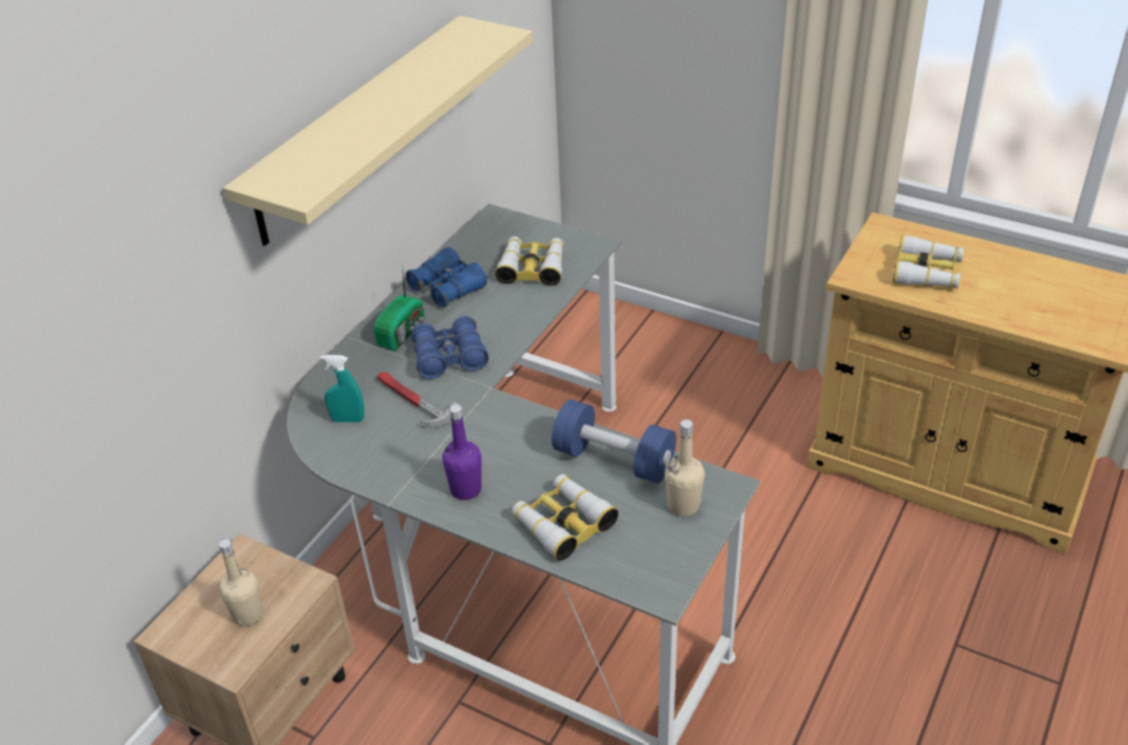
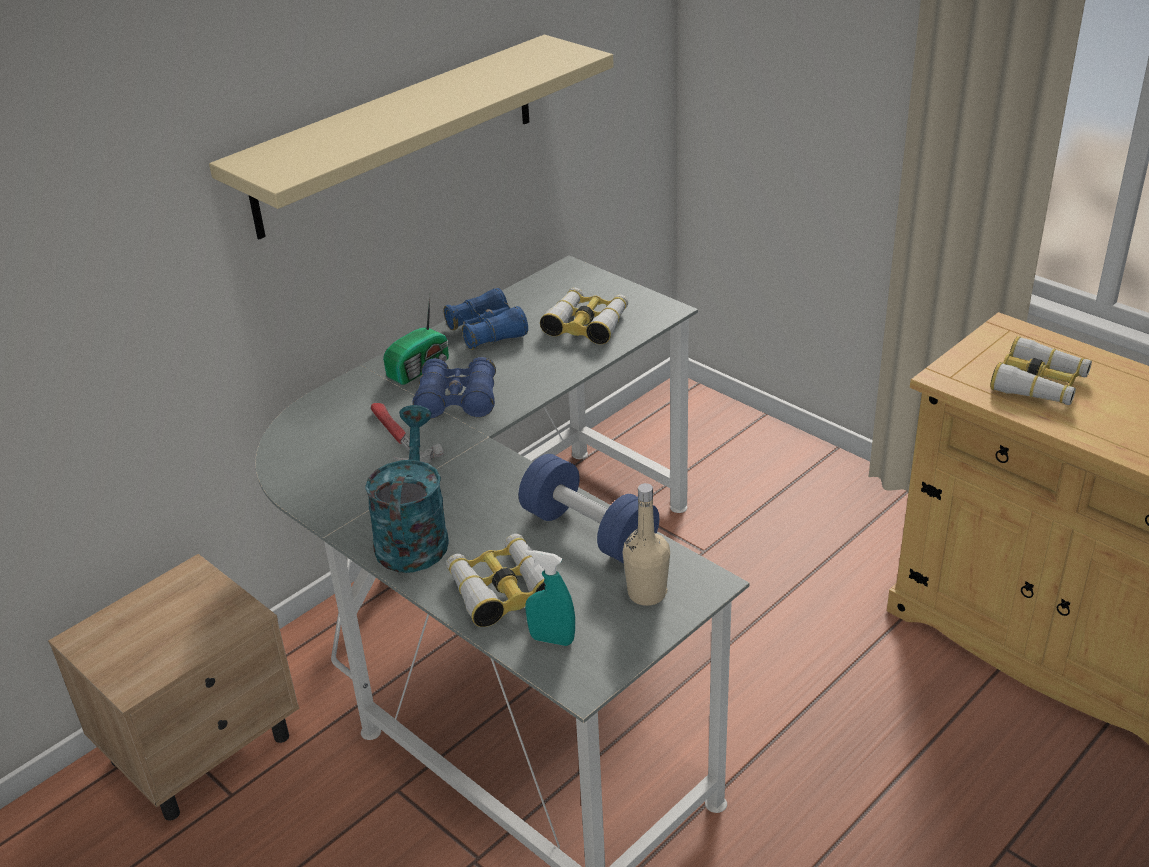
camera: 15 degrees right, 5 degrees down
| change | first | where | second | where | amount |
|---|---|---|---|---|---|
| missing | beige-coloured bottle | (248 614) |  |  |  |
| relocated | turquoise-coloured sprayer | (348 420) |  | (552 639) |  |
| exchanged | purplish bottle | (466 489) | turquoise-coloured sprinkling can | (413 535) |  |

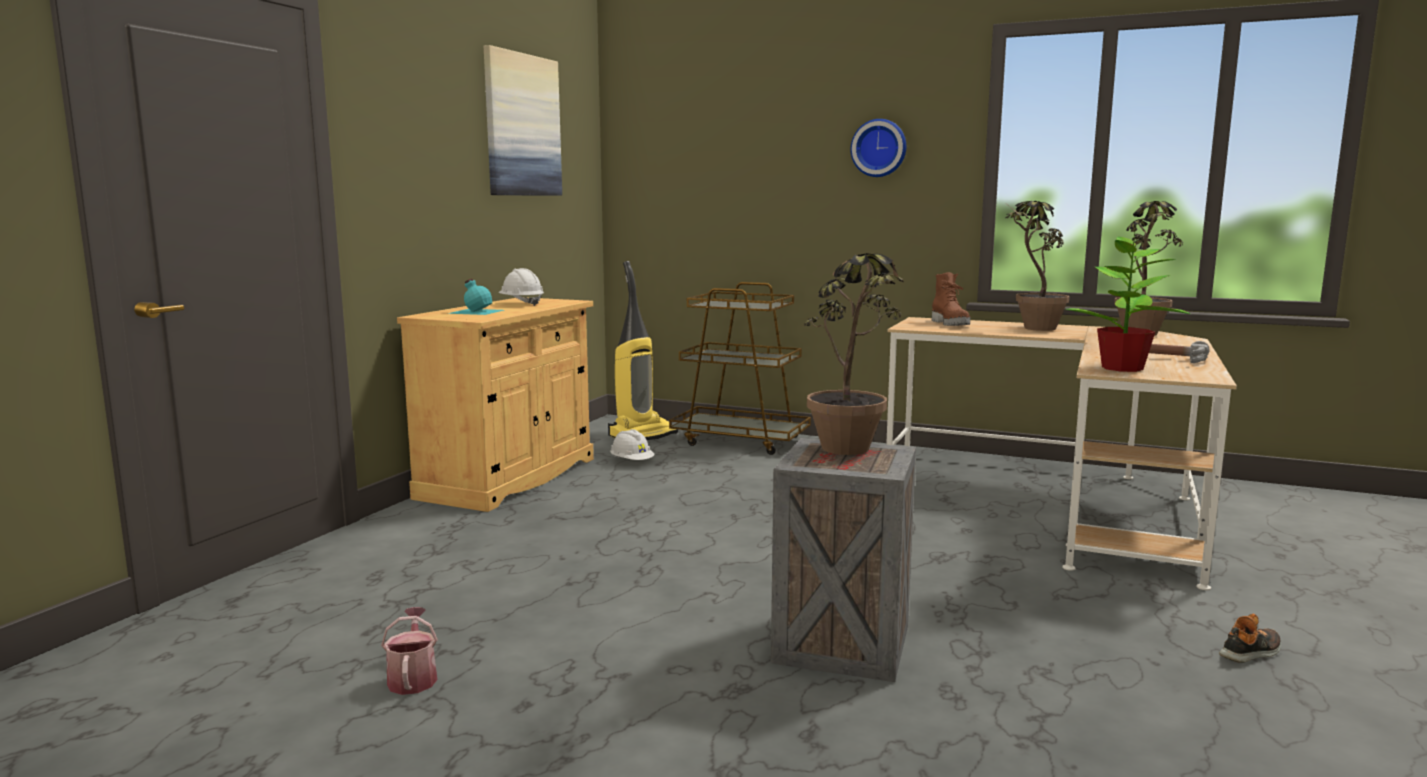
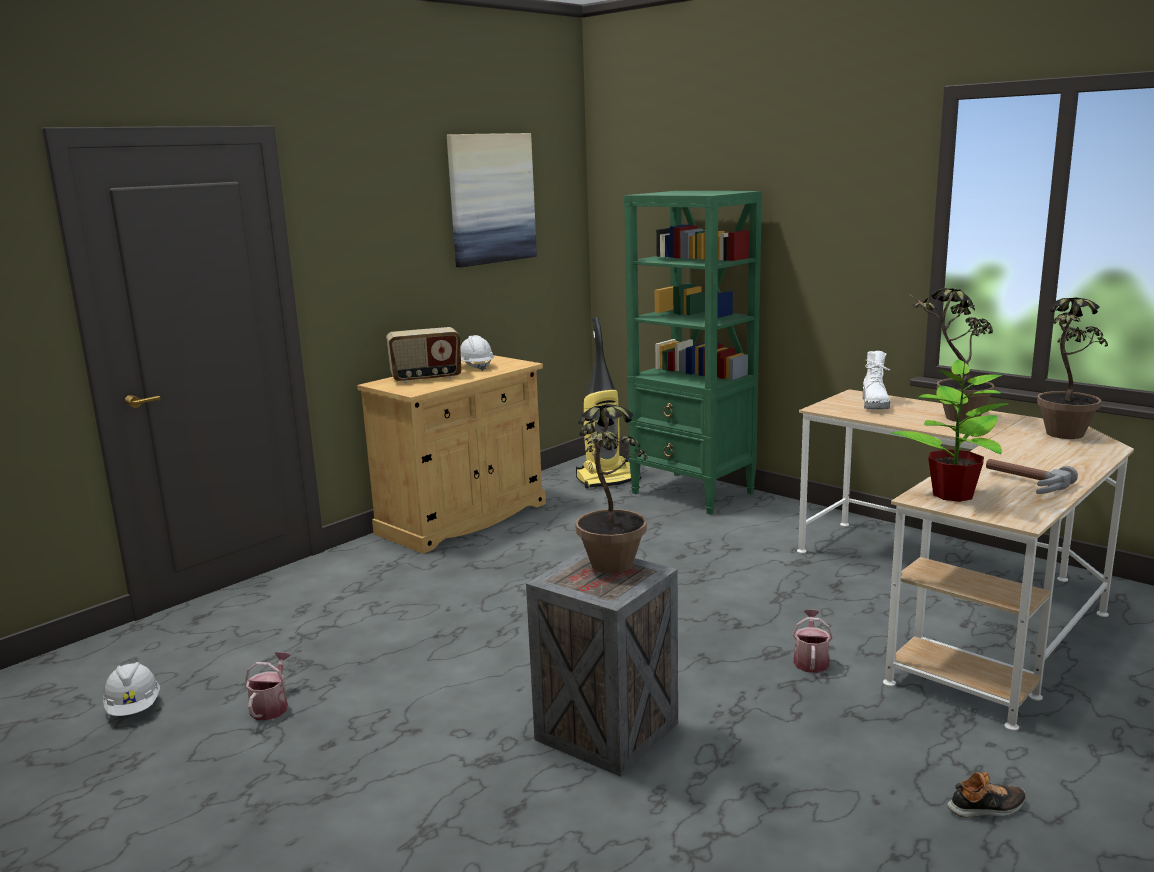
camera: 20 degrees right, 5 degrees up
| change | first | where | second | where | amount |
|---|---|---|---|---|---|
| exchanged | turquoise-coloured bottle | (476 311) | radio receiver | (426 378) |  |
| relocated | white safety helmet | (632 462) |  | (134 708) |  |
| exchanged | brownish wheeled cart | (741 441) | green-coloured shelving unit | (693 493) |  |
| missing | wall clock | (879 148) |  |  |  |
| colour | brownish tall boot | (951 324) | white tall boot | (875 405) |  |
| appeared |  |  | sprinkling can | (811 660) |  |

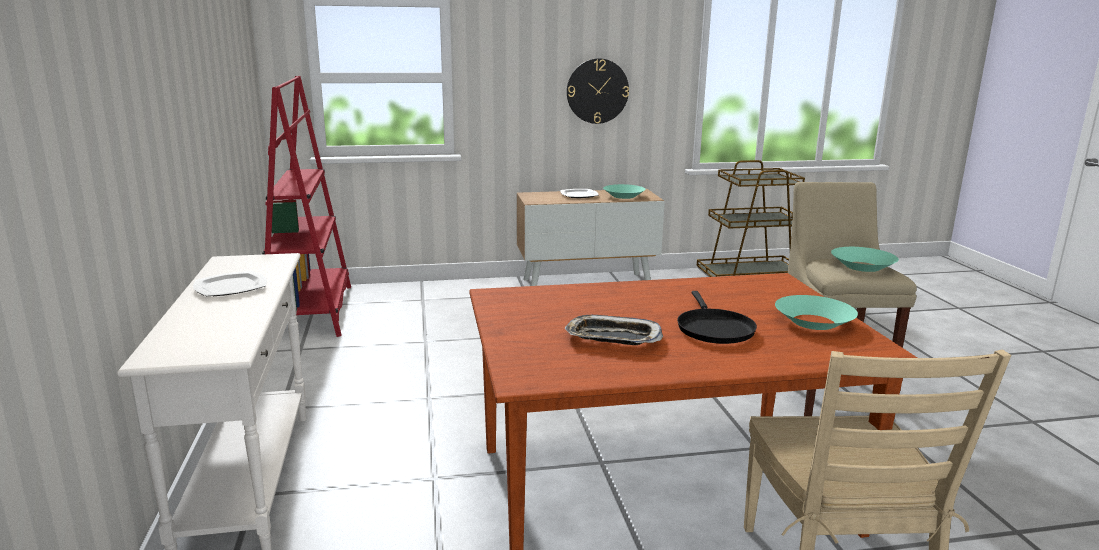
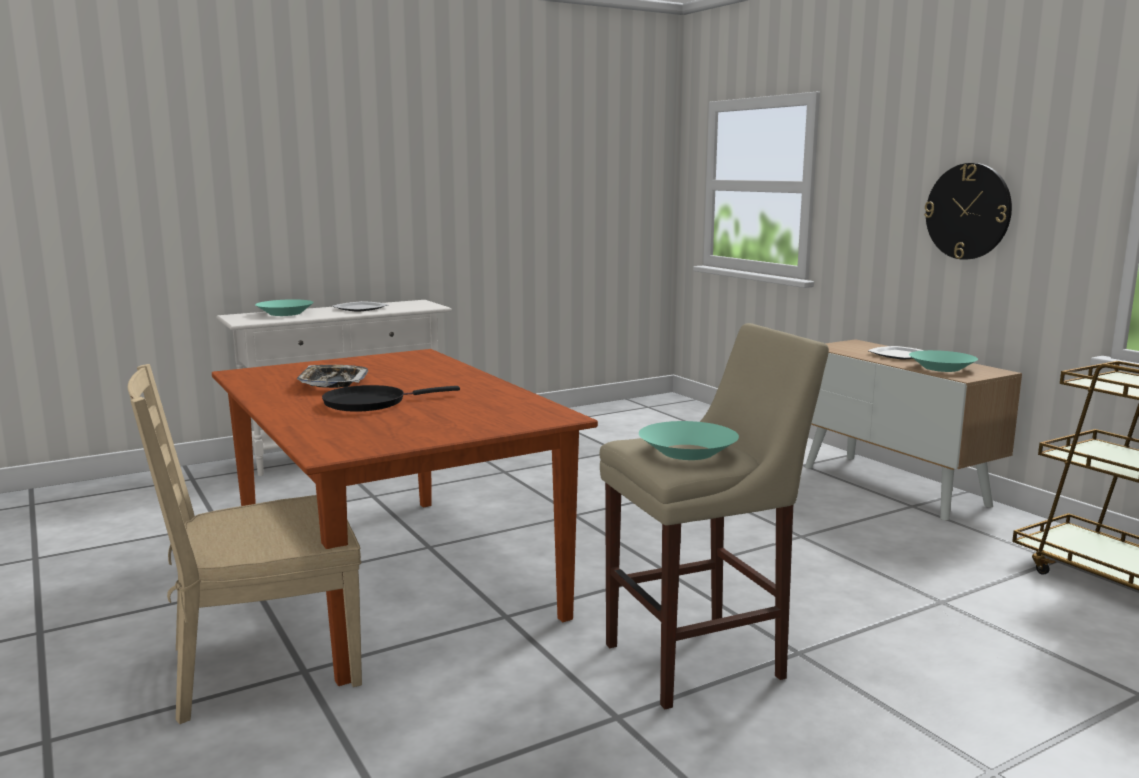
camera: 70 degrees right, 5 degrees down
| change | first | where | second | where | amount |
|---|---|---|---|---|---|
| missing | red-coloured shelving unit | (310 312) |  |  |  |
| relocated | turquoise-coloured serving bowl | (814 322) |  | (285 313) |  |

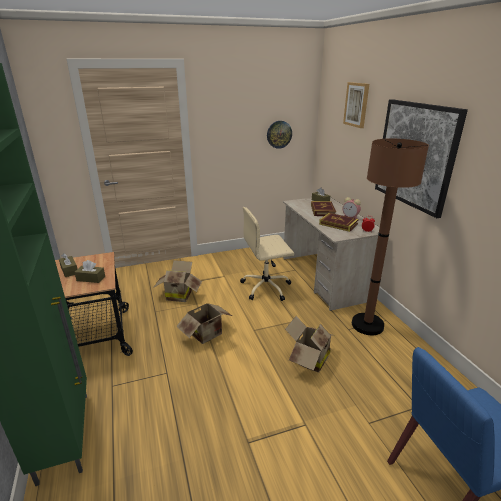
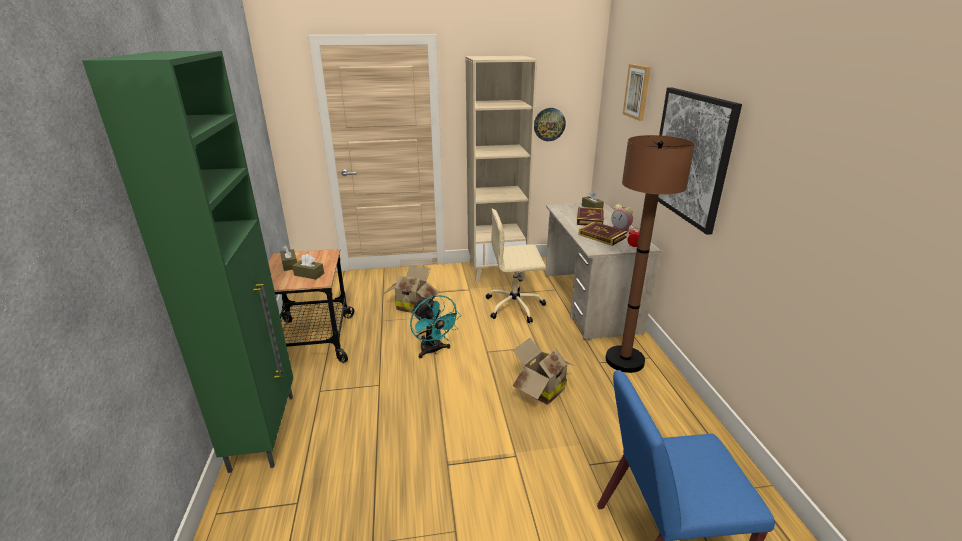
camera: 10 degrees right, 0 degrees up
| change | first | where | second | where | amount |
|---|---|---|---|---|---|
| exchanged | cardboard box | (208 335) | turquoise-coloured fan | (433 351) |  |
| appeared |  |  | beige-coloured shelving unit | (496 271) |  |

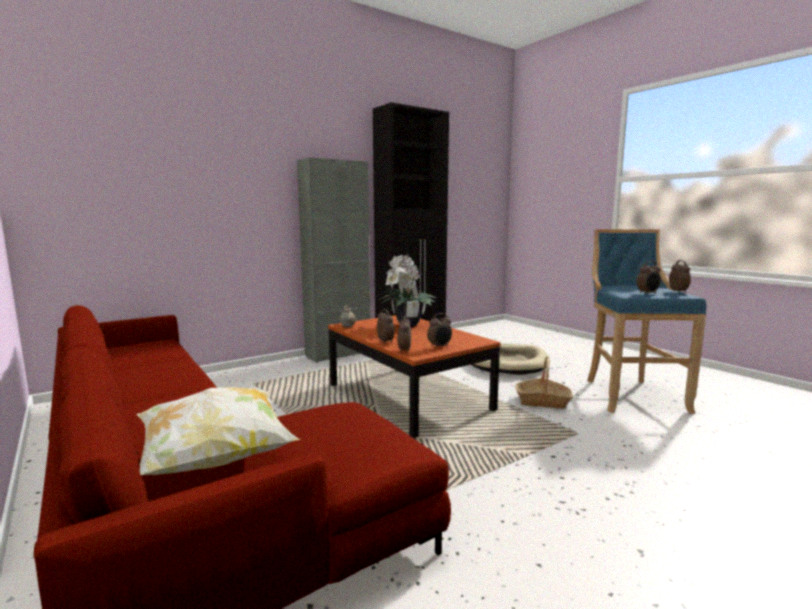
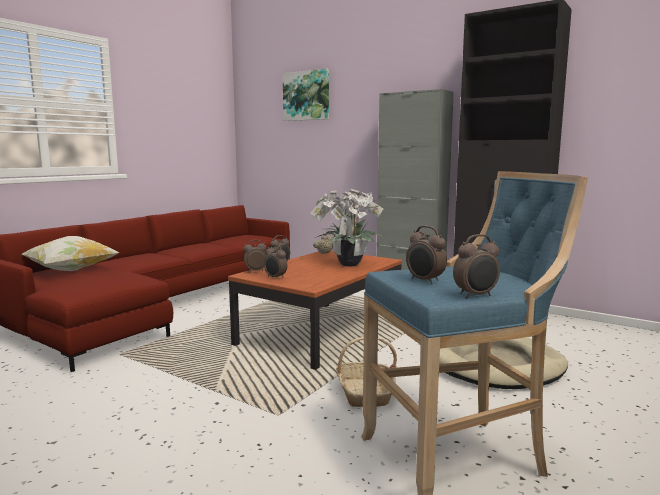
camera: 70 degrees right, 0 degrees up
| change | first | where | second | where | amount |
|---|---|---|---|---|---|
| appeared |  |  | wall art | (306 96) |  |

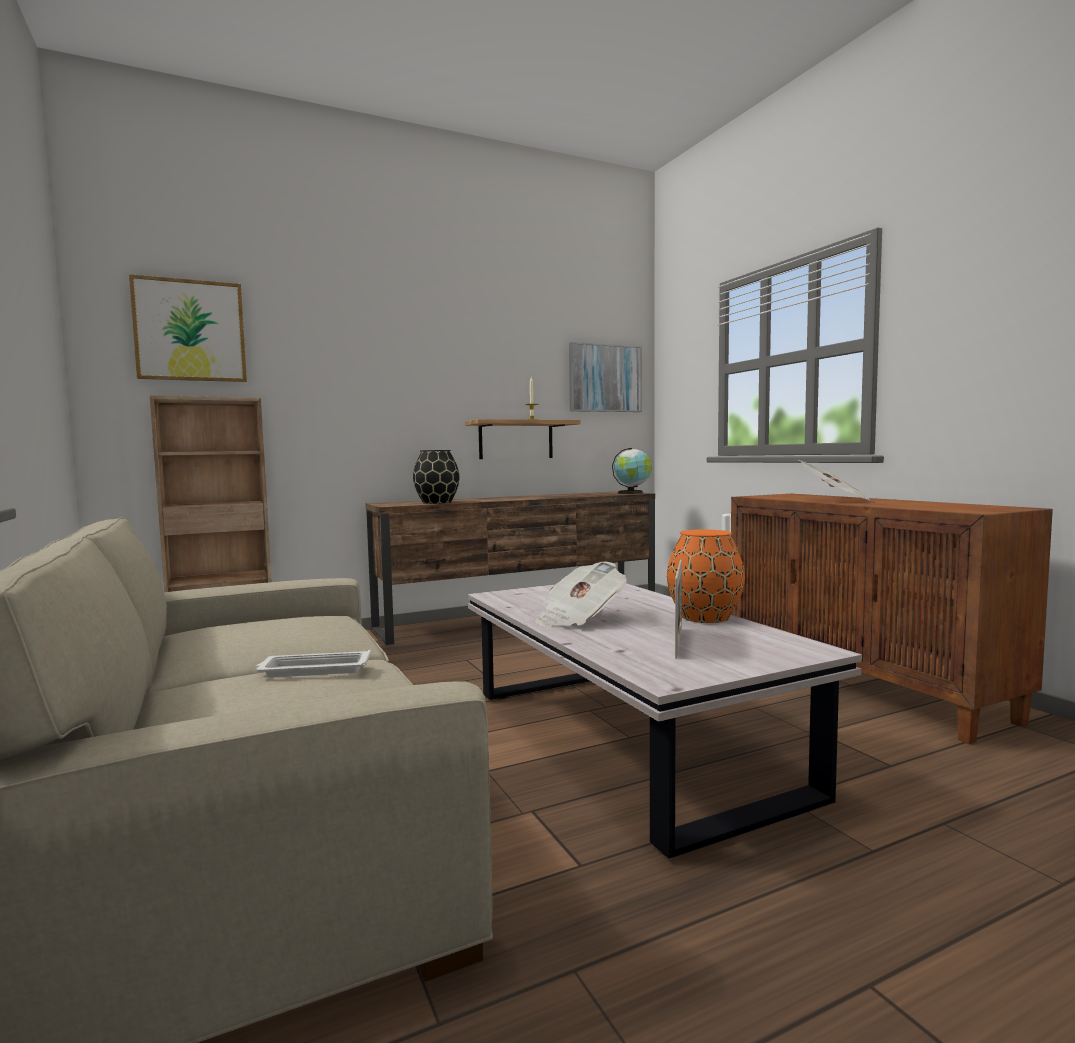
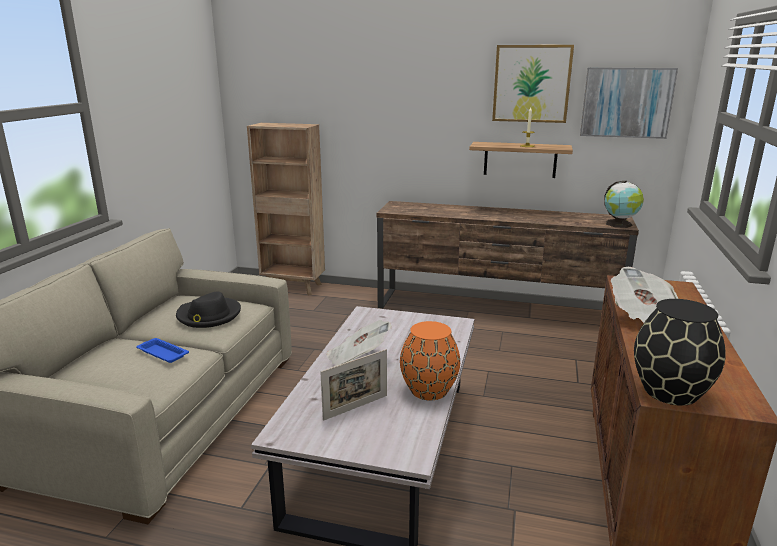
camera: 40 degrees right, 15 degrees up
| change | first | where | second | where | amount |
|---|---|---|---|---|---|
| relocated | wall art | (190 331) |  | (531 84) |  |
| colour | white serving tray | (313 670) | blue serving tray | (162 353) |  |
| relocated | black decorative vase | (436 502) |  | (669 391) |  |
| appeared |  |  | black wearable hat | (208 315) |  |

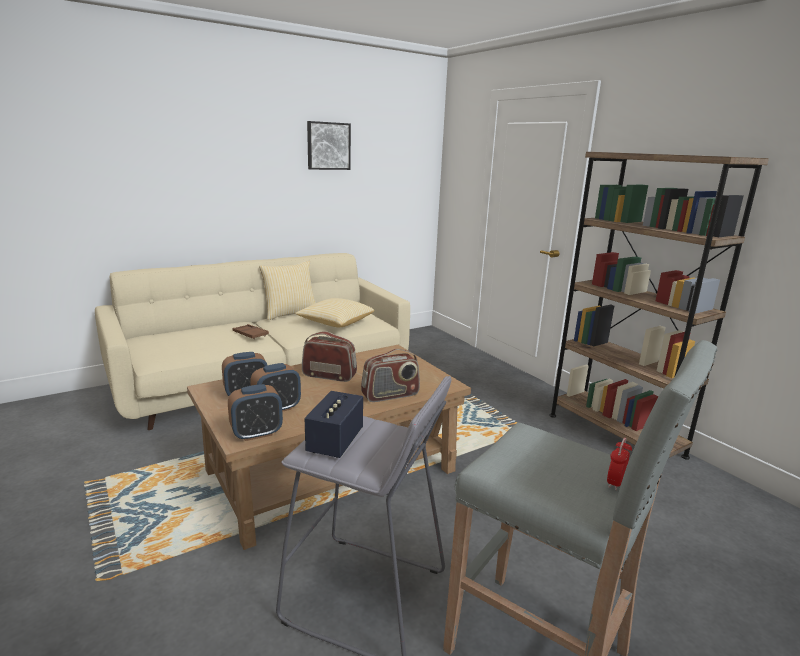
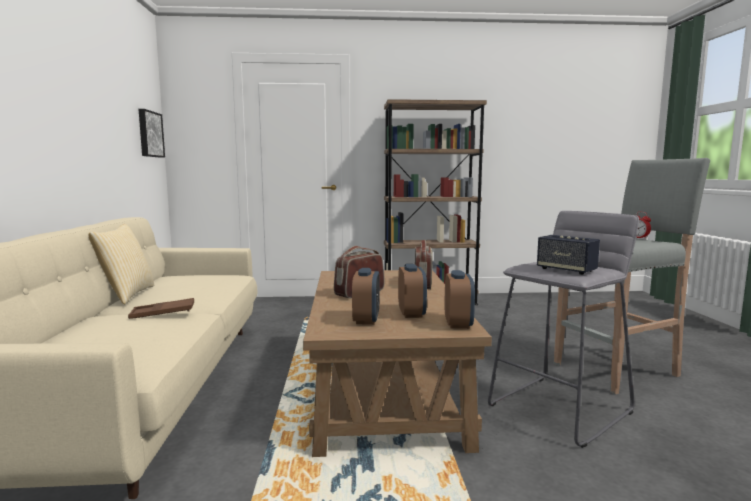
camera: 60 degrees left, 10 degrees down
| change | first | where | second | where | amount |
|---|---|---|---|---|---|
| missing | pillow | (335 323) |  |  |  |
| relocated | wall art | (328 146) |  | (149 134) |  |

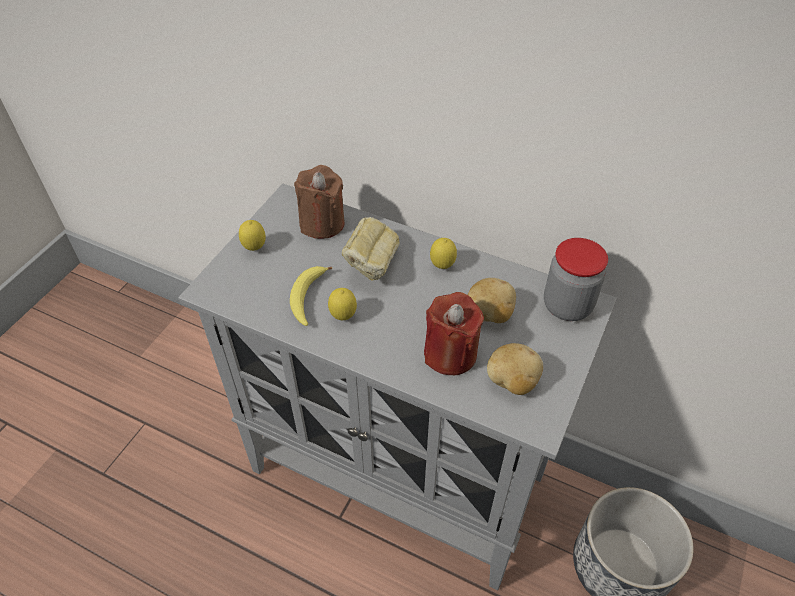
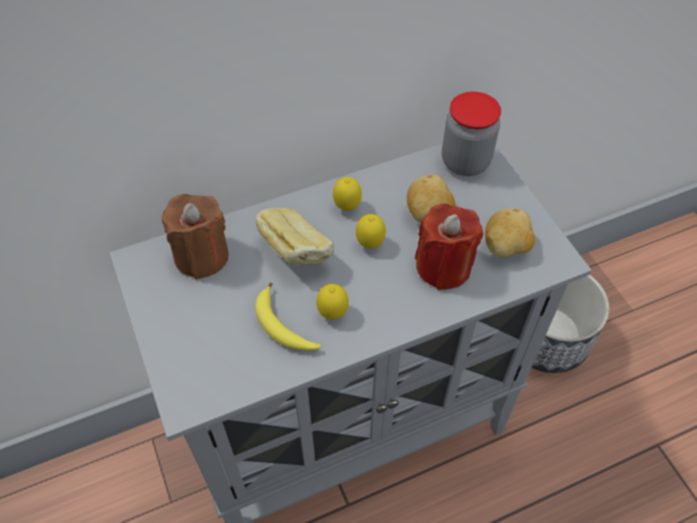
camera: 50 degrees left, 5 degrees up
| change | first | where | second | where | amount |
|---|---|---|---|---|---|
| relocated | citrus fruit | (255 248) |  | (370 244) |  |

